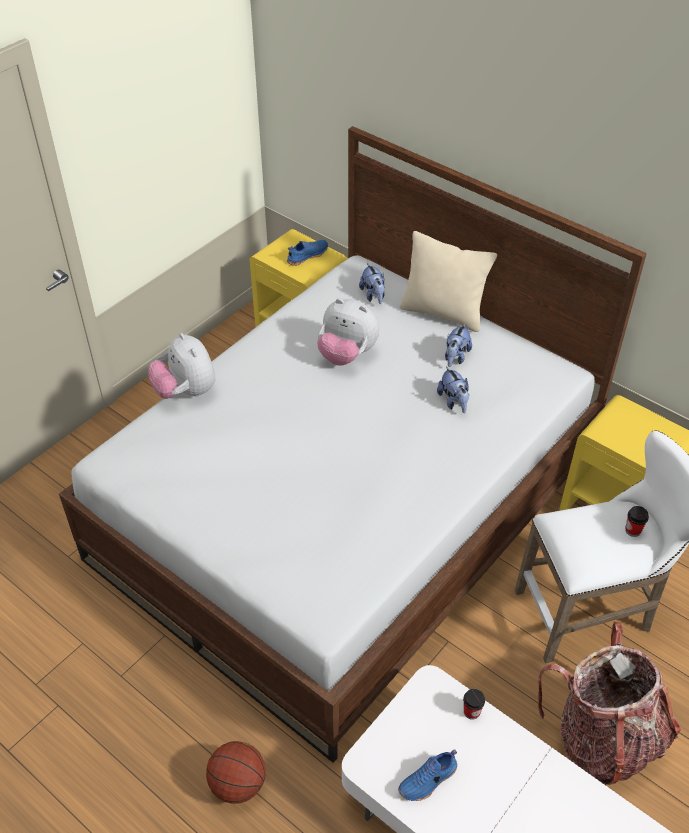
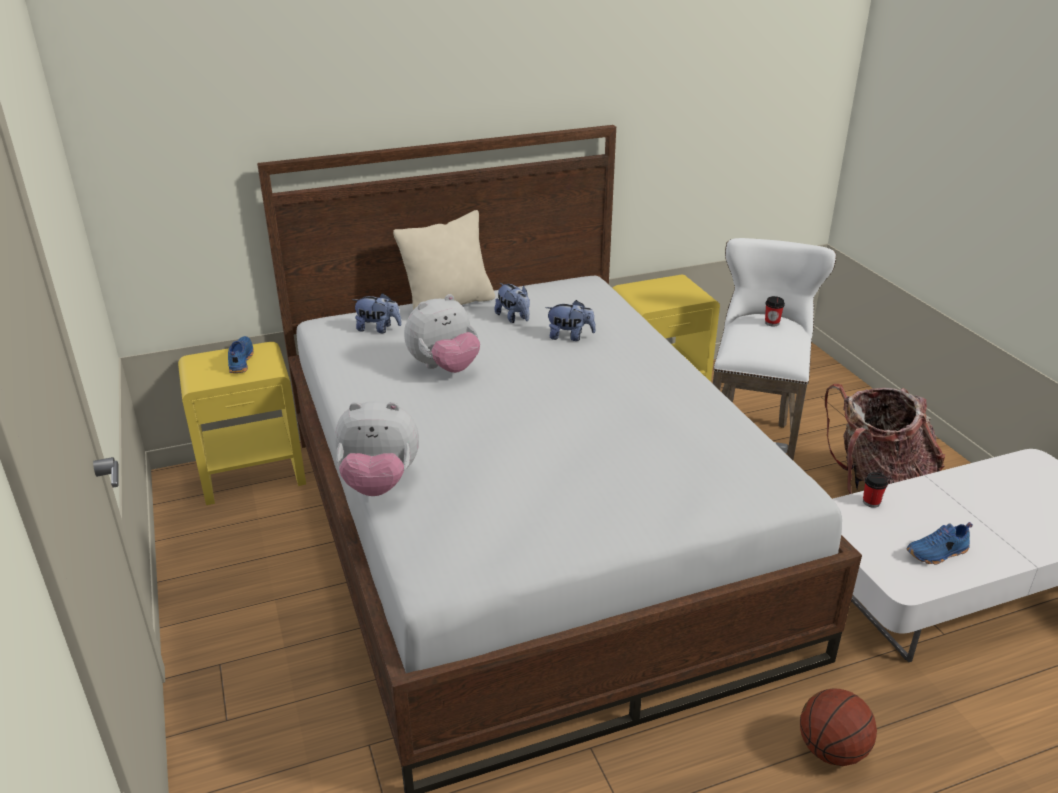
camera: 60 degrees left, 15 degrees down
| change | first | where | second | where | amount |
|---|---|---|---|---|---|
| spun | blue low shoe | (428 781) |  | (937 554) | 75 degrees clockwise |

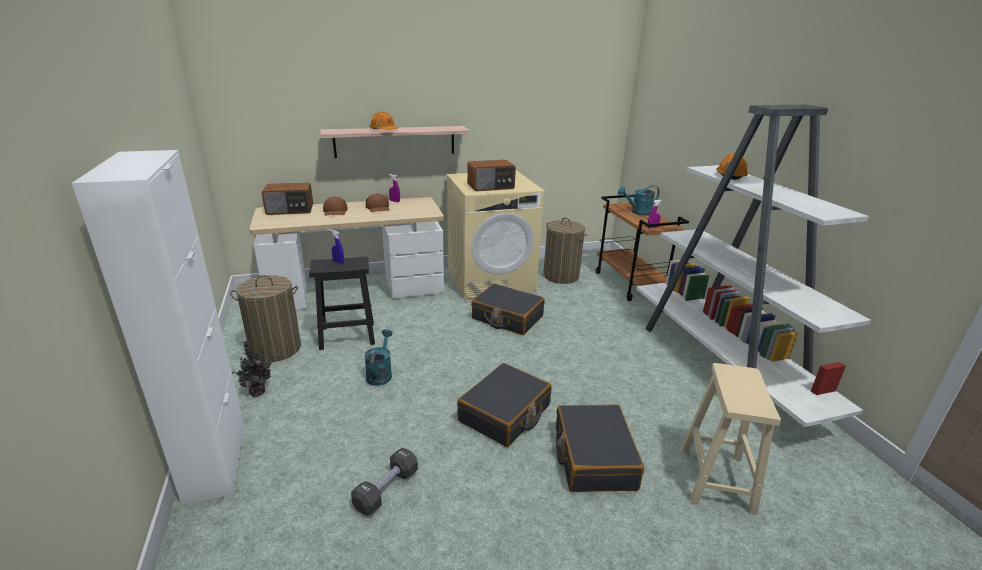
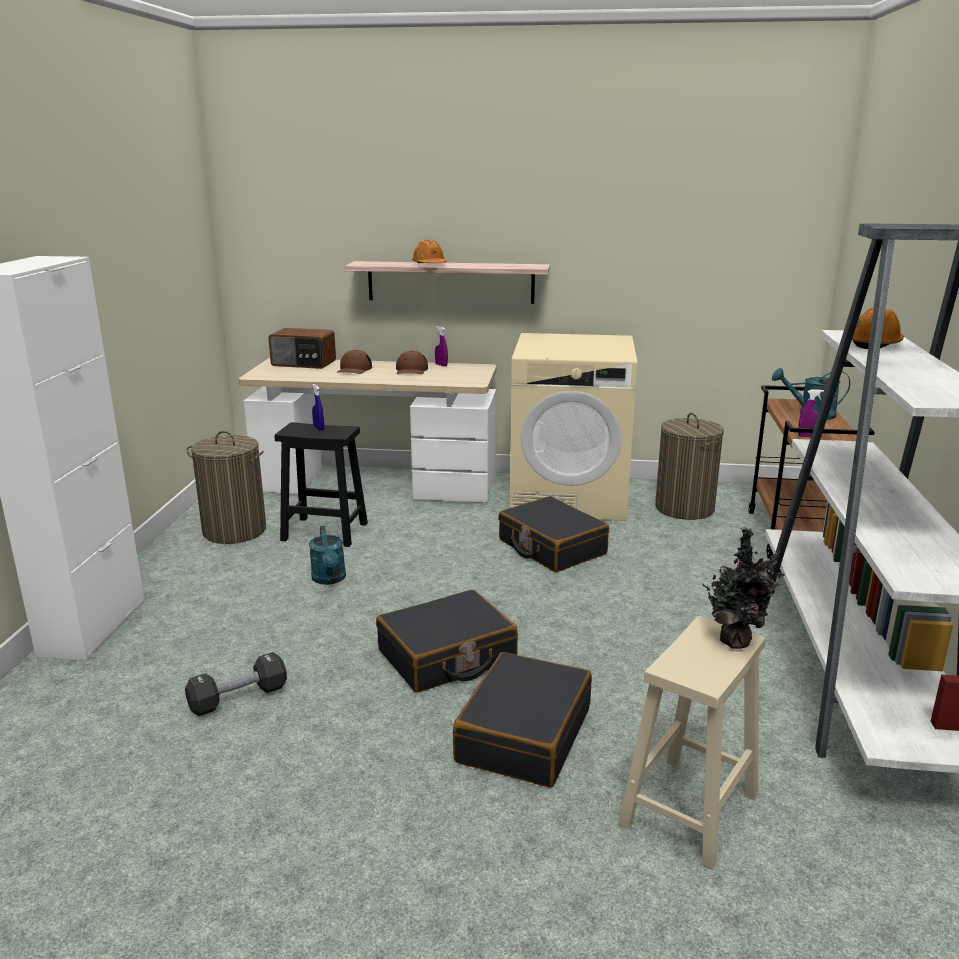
camera: 25 degrees right, 5 degrees down
| change | first | where | second | where | amount |
|---|---|---|---|---|---|
| relocated | potted plant | (258 391) |  | (736 640) |  |
| spun | turquoise-coloured sprinkling can | (380 373) |  | (329 579) | 135 degrees clockwise |
| missing | radio receiver | (491 187) |  |  |  |

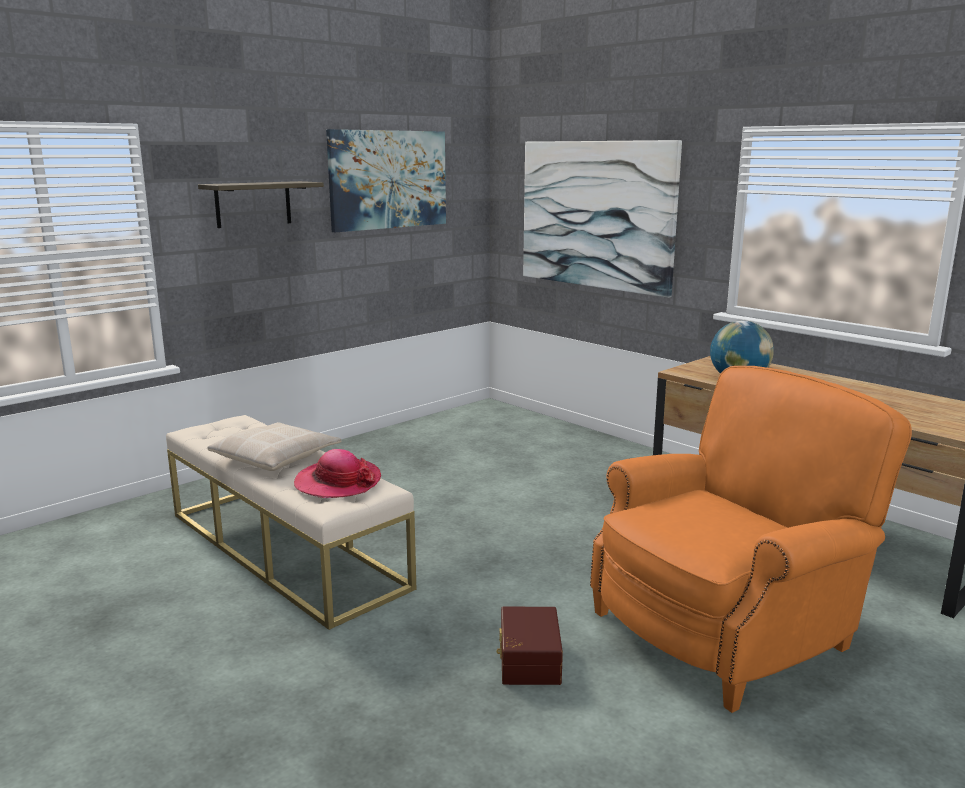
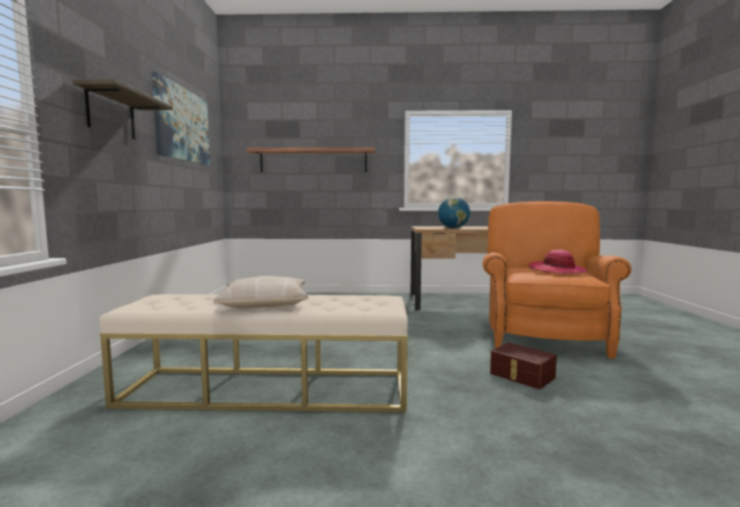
camera: 45 degrees left, 10 degrees down
| change | first | where | second | where | amount |
|---|---|---|---|---|---|
| relocated | wearable hat | (338 482) |  | (557 270) |  |
| exchanged | wall art | (596 215) | wall shelf | (313 161) |  |

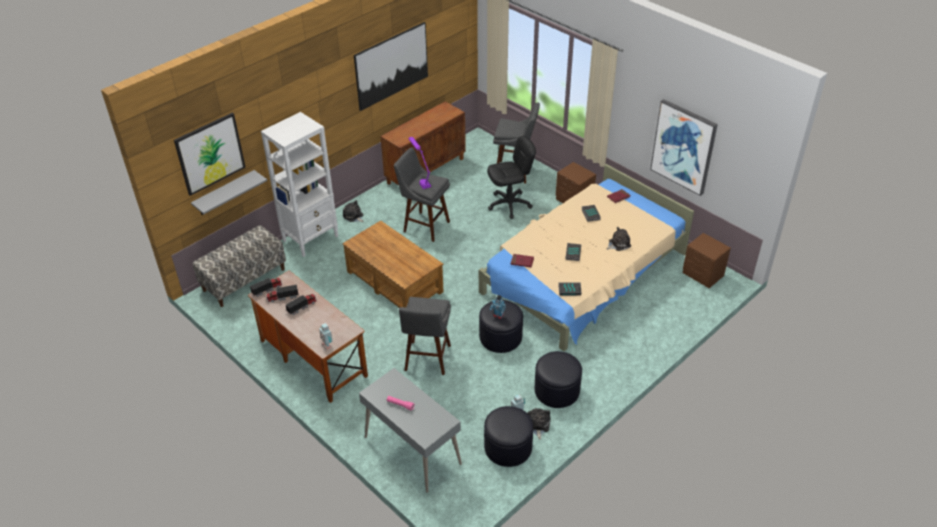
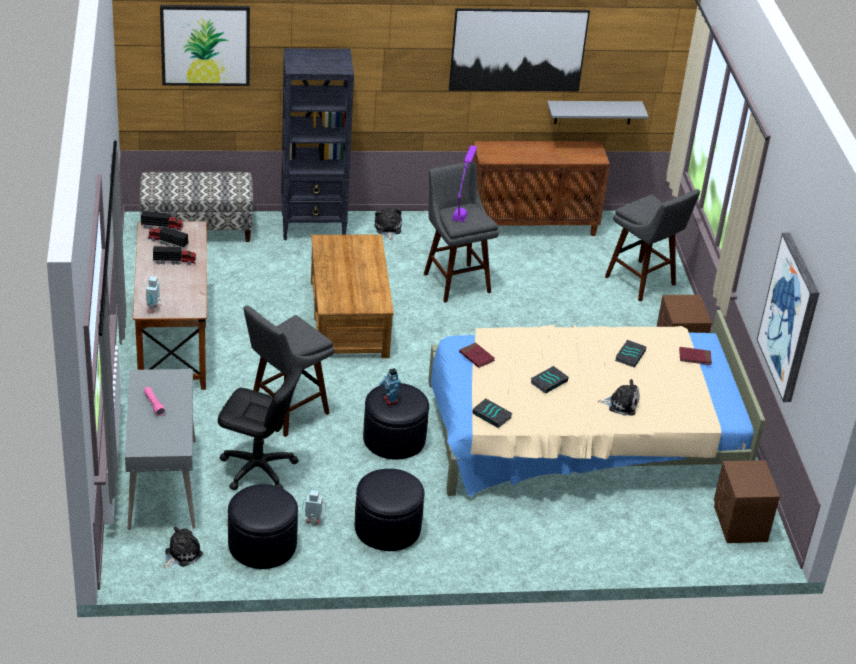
camera: 35 degrees right, 5 degrees down
| change | first | where | second | where | amount |
|---|---|---|---|---|---|
| relocated | grey wall shelf | (224 193) |  | (593 112) |  |
| colour | white shelving unit | (311 238) | black shelving unit | (314 226) |  |
| relocated | black computer chair | (509 204) |  | (258 469) |  |
| relocated | soft toy | (538 425) |  | (181 554) |  |

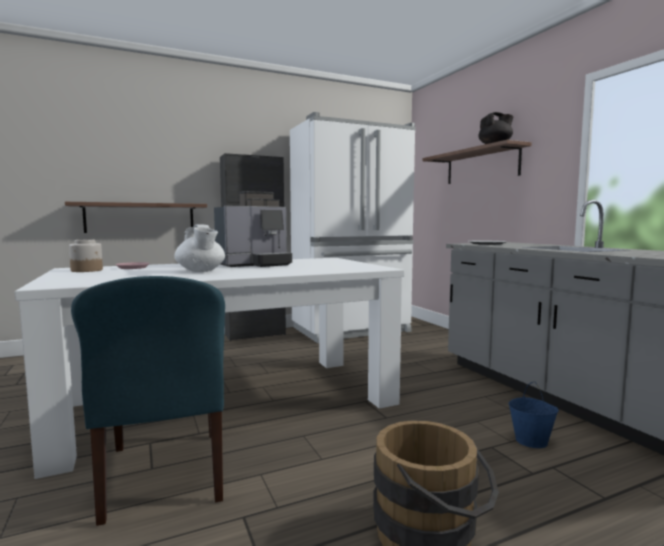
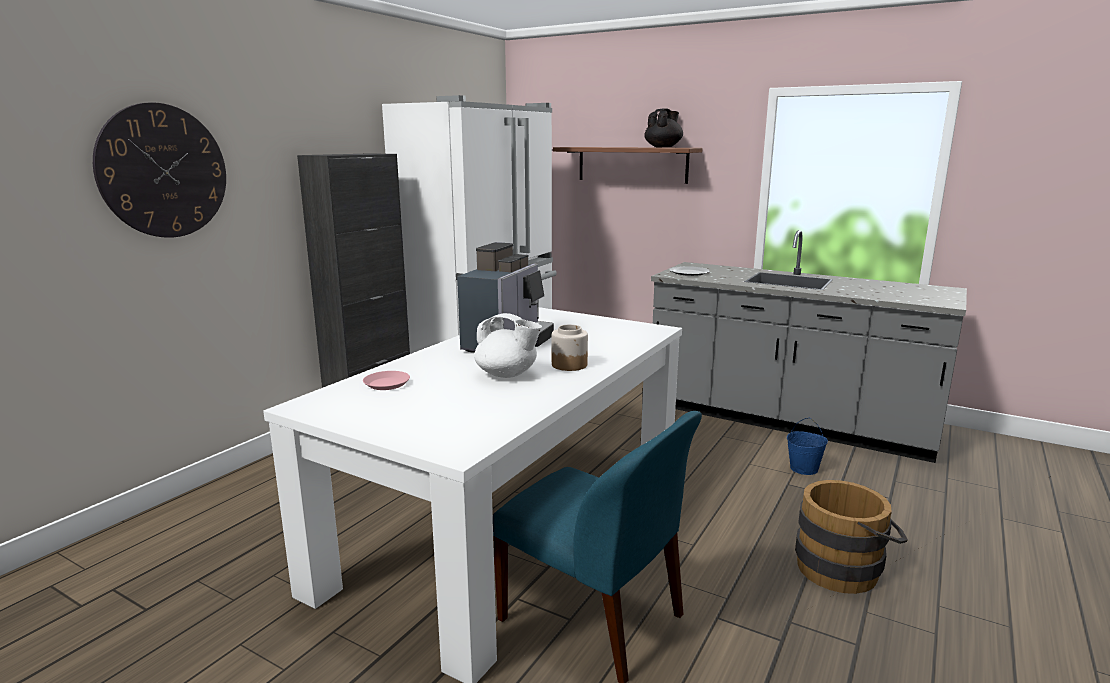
camera: 35 degrees left, 10 degrees up
| change | first | where | second | where | amount |
|---|---|---|---|---|---|
| missing | wall shelf | (140 218) |  |  |  |
| relocated | jar | (87 270) |  | (569 365) |  |
| appeared |  |  | wall clock | (163 171) |  |

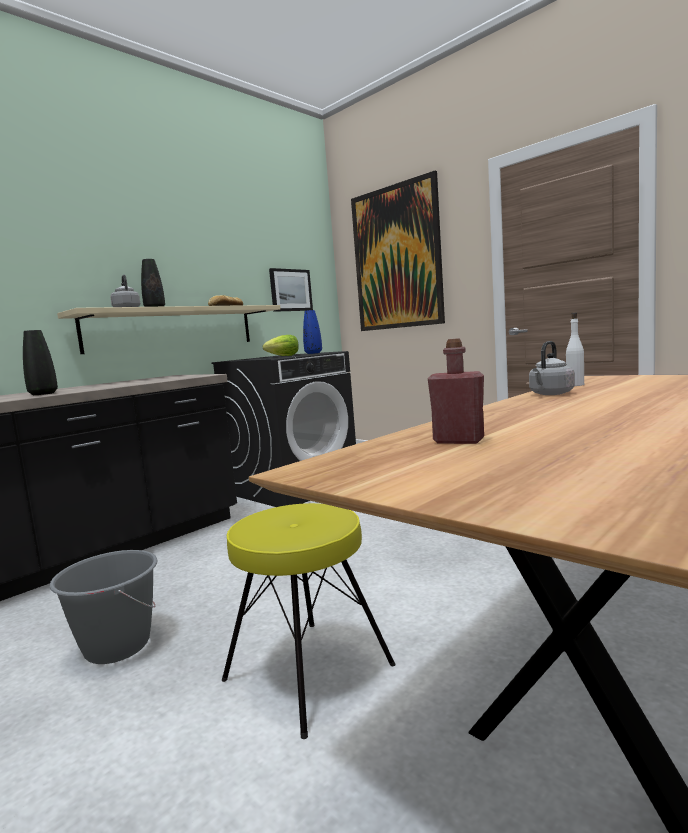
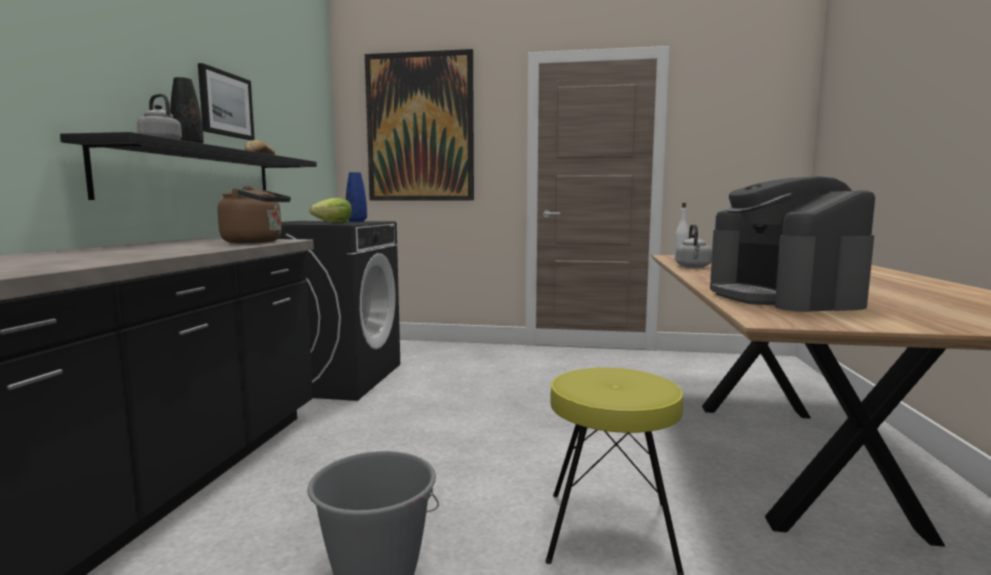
camera: 35 degrees left, 0 degrees up
| change | first | where | second | where | amount |
|---|---|---|---|---|---|
| missing | black decorative vase | (43 394) |  |  |  |
| colour | beige-coloured wall shelf | (172 329) | black wall shelf | (194 176) |  |
| relocated | wall art | (290 290) |  | (225 104) |  |
| exchanged | red-coloured bottle | (458 441) | coffee machine | (782 297) |  |
| appeared |  |  | brownish kettle | (256 242) |  |

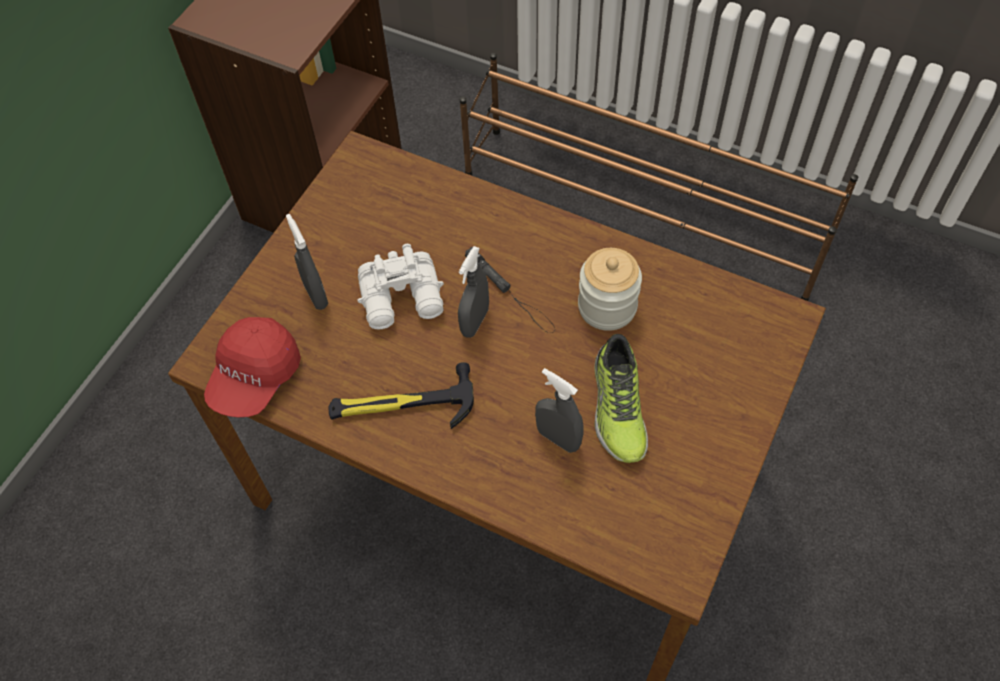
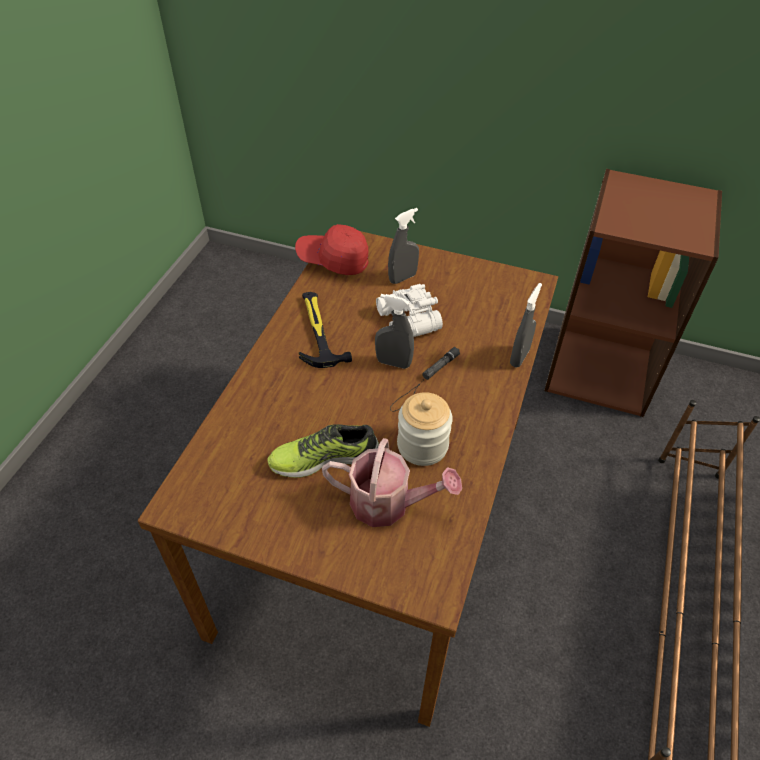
camera: 80 degrees right, 10 degrees down
| change | first | where | second | where | amount |
|---|---|---|---|---|---|
| relocated | grey sprayer | (558 438) |  | (519 357) |  |
| appeared |  |  | sprinkling can | (388 503) |  |

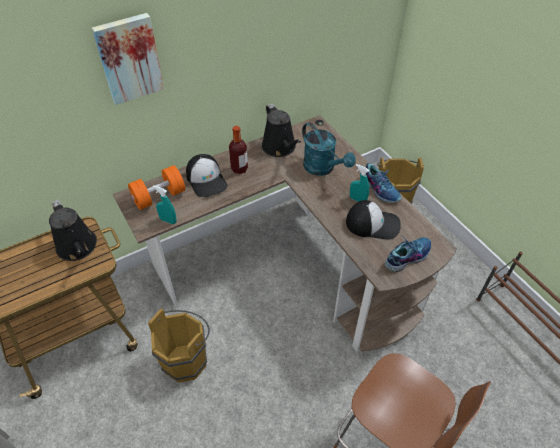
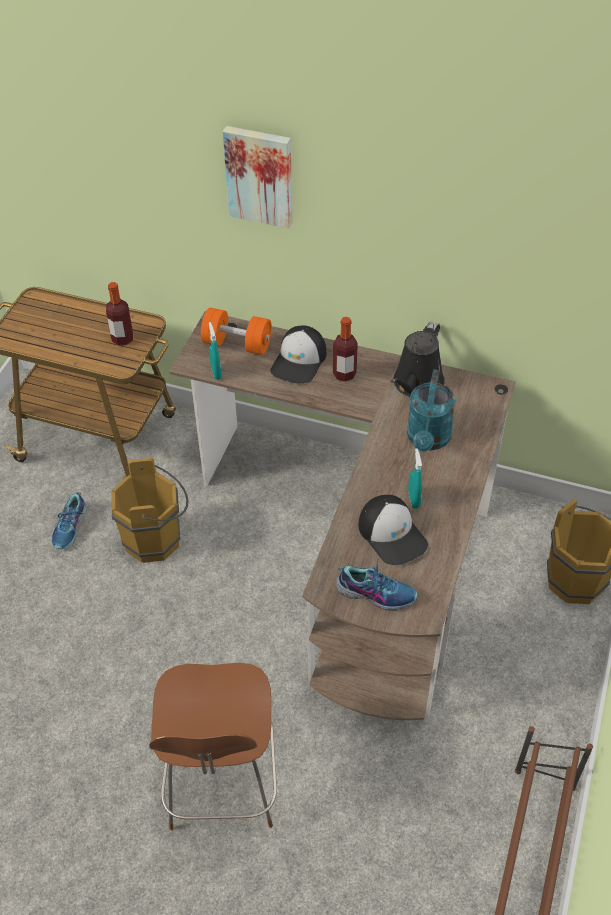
camera: 50 degrees right, 0 degrees up
| change | first | where | second | where | amount |
|---|---|---|---|---|---|
| exchanged | black sprinkling can | (78 248) | bottle | (122 339) |  |
| relocated | low shoe | (380 189) |  | (70 527) |  |

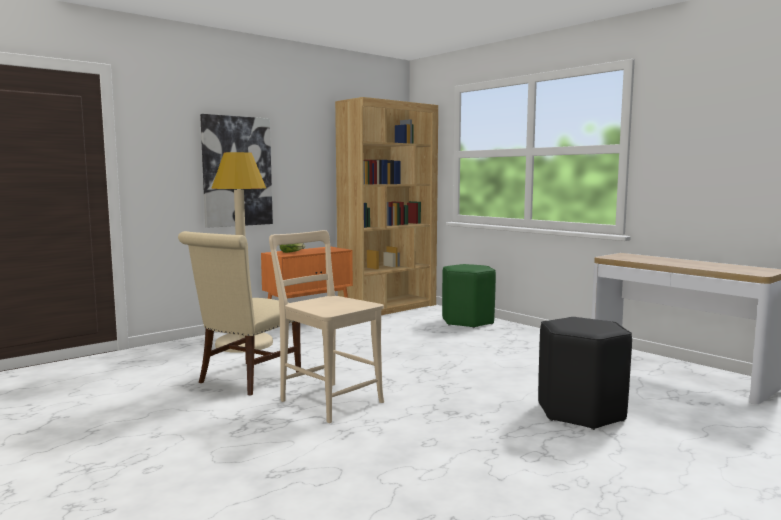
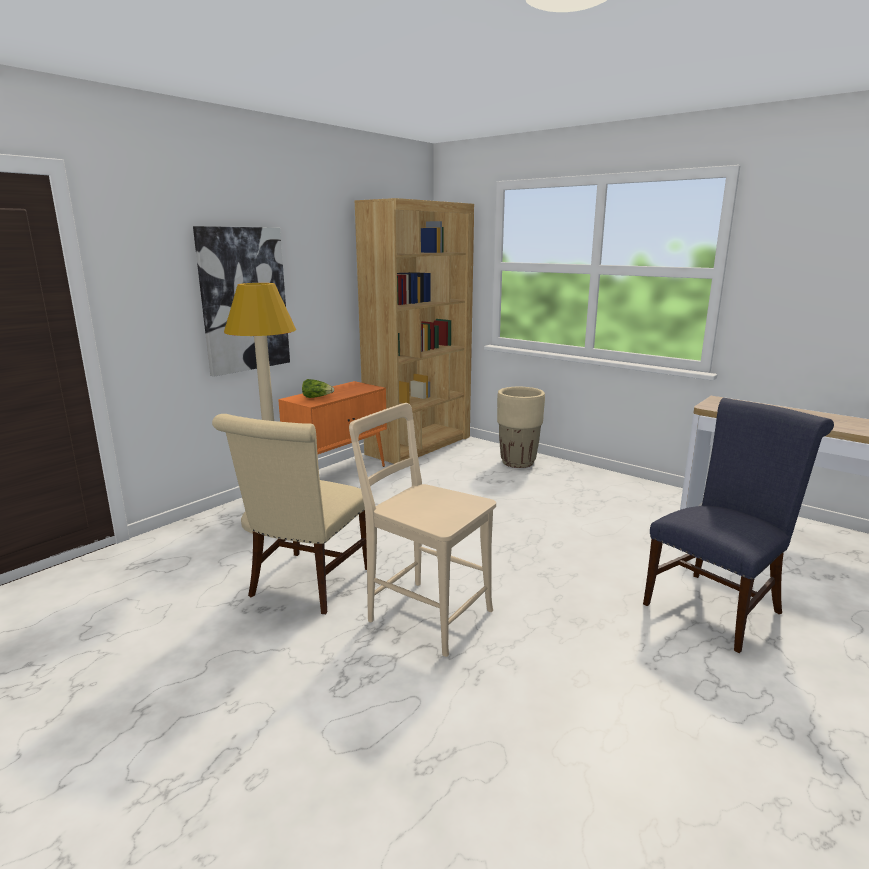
camera: 10 degrees left, 10 degrees up
| change | first | where | second | where | amount |
|---|---|---|---|---|---|
| exchanged | green-coloured stool seat | (468 321) | beige-coloured flower pot | (518 462) |  |
| exchanged | black stool seat | (581 412) | blue plain chair | (717 605) |  |

